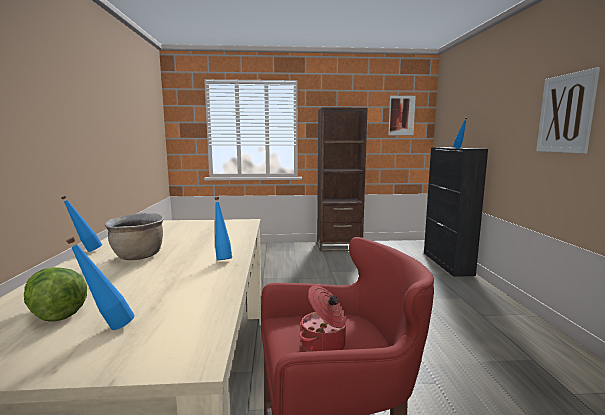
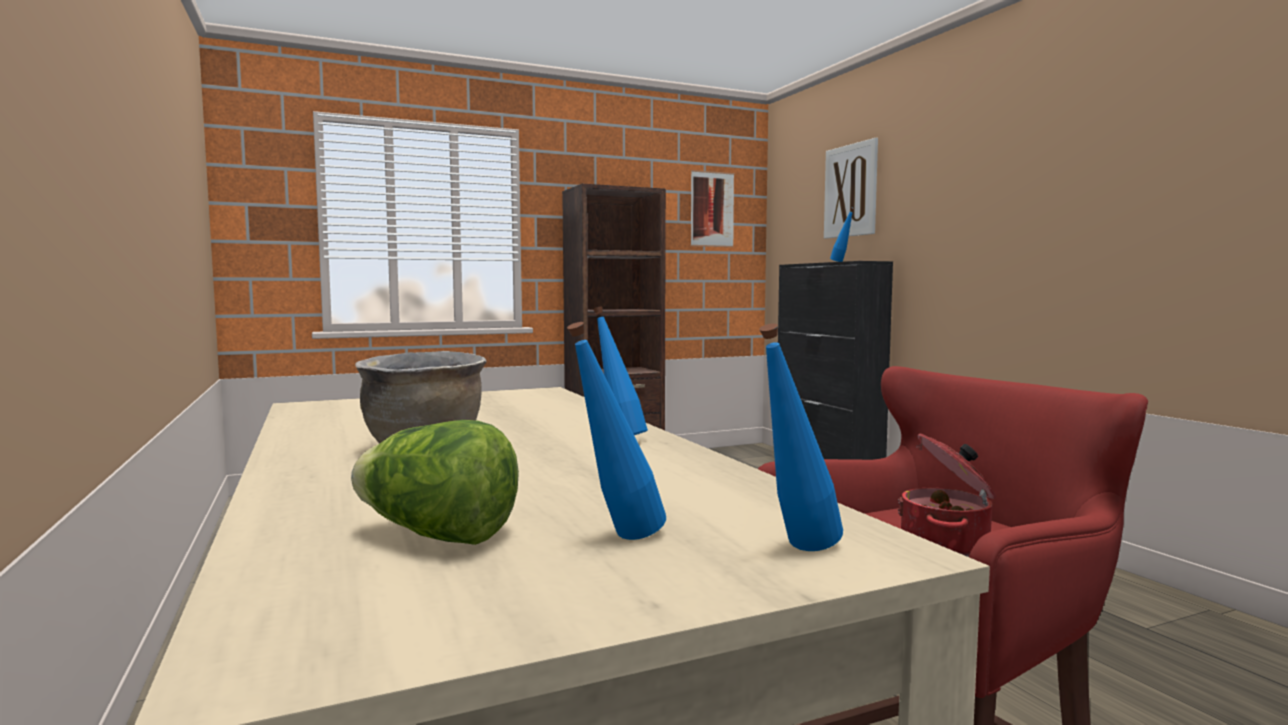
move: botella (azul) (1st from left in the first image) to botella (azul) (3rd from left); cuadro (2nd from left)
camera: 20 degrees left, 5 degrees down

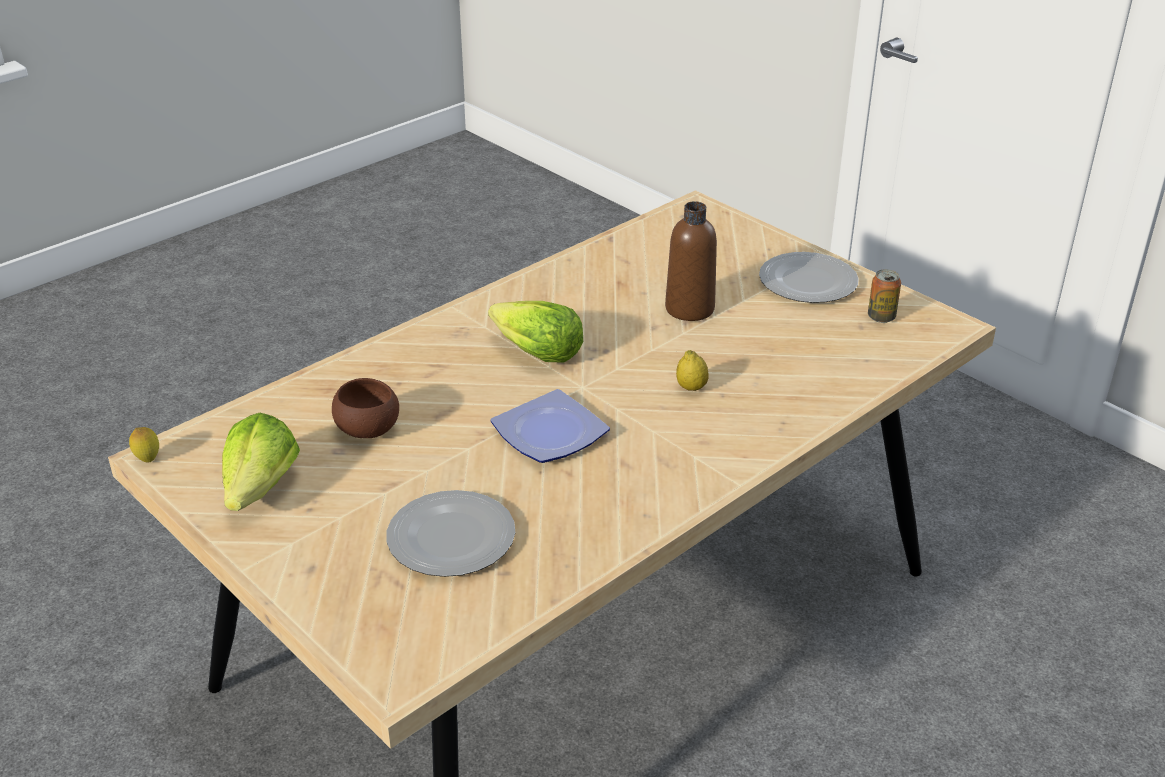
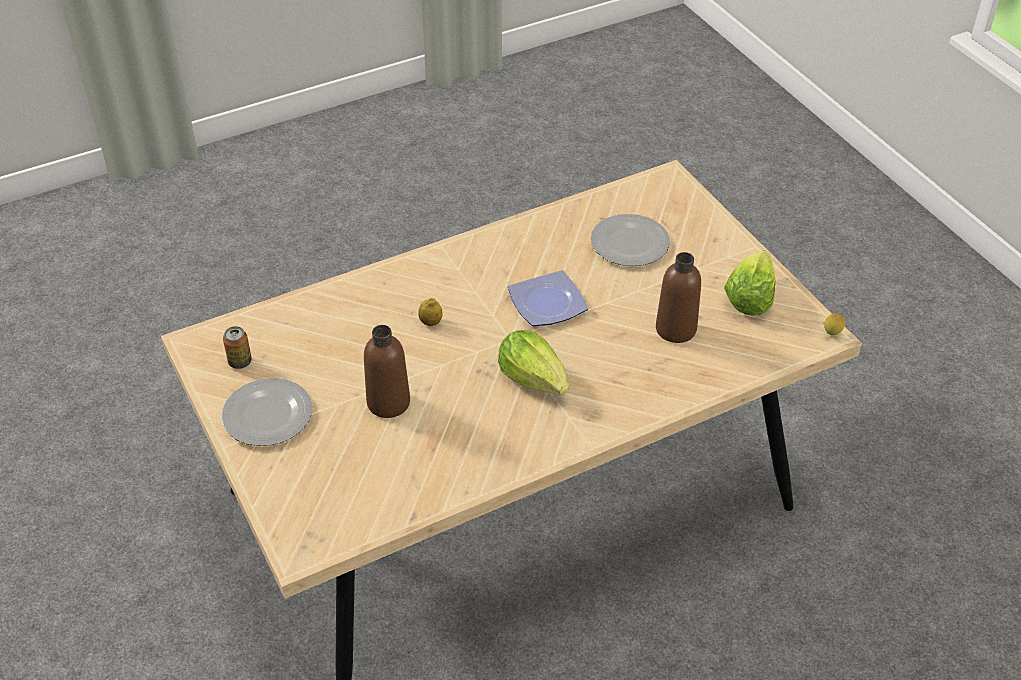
replace: cuenco (marrón) to botella (marrón) (2nd from left)
camera: 165 degrees left, 10 degrees up

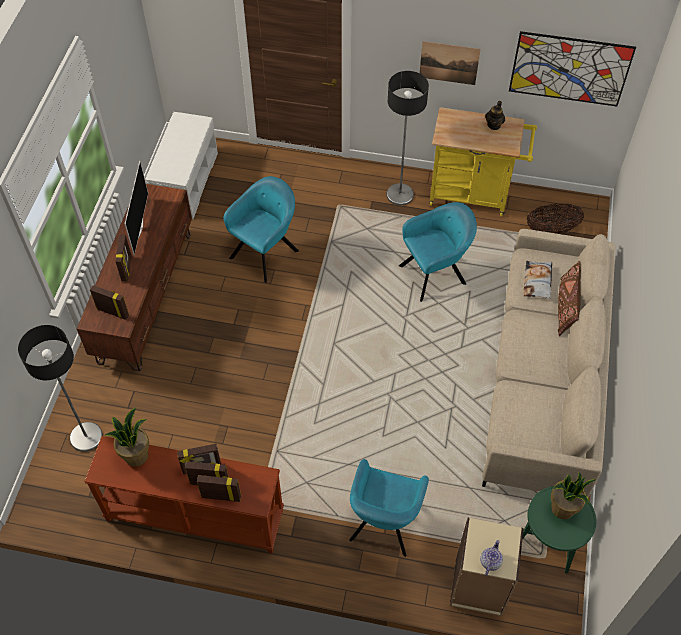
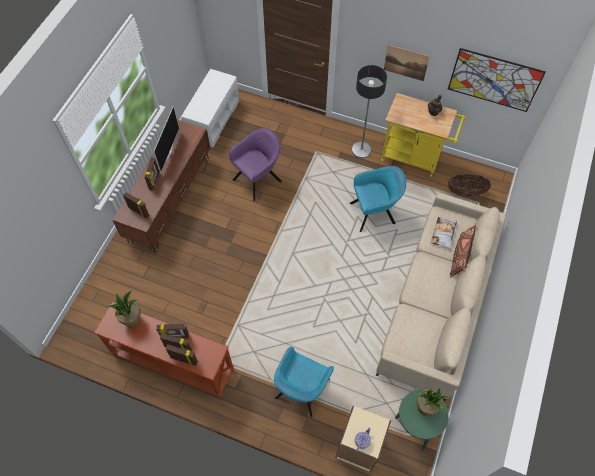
delete: lámpara de pie (1st from left)
recolor: sillón (turquesa) (1st from left) to sillón (morado)
camera: 10 degrees right, 5 degrees up

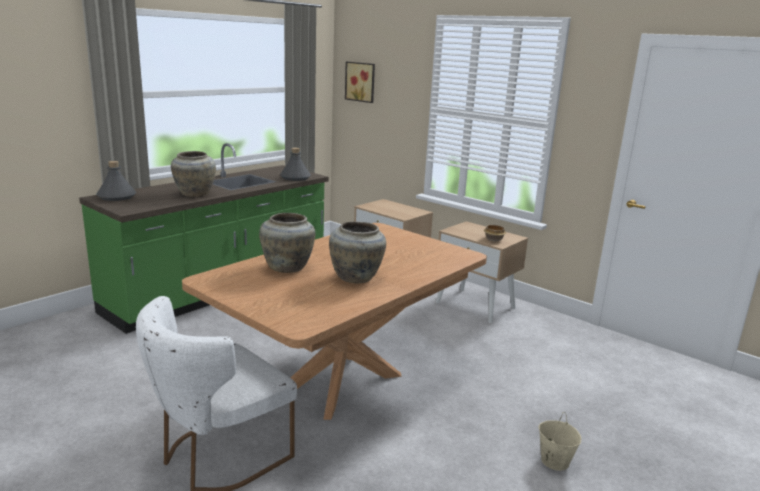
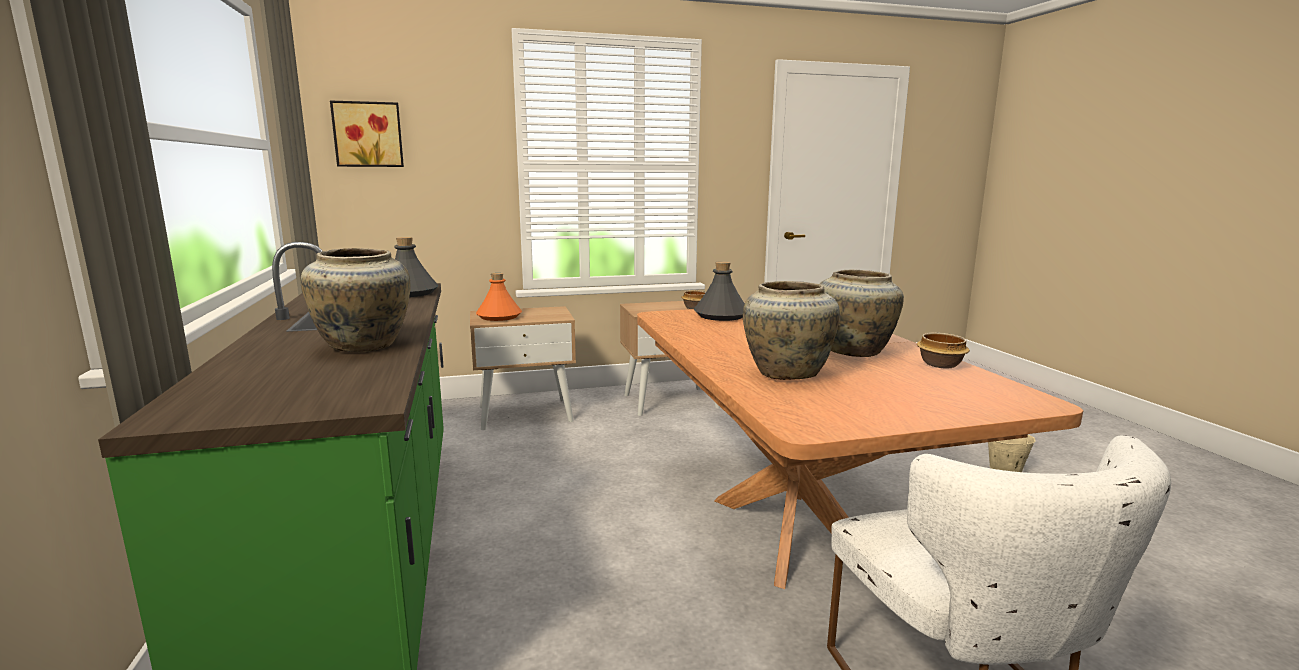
insert: botella (naranja); cuenco (2nd from left)
move: botella (gris) (1st from left in the first image) to botella (gris) (2nd from left)
camera: 55 degrees left, 5 degrees down

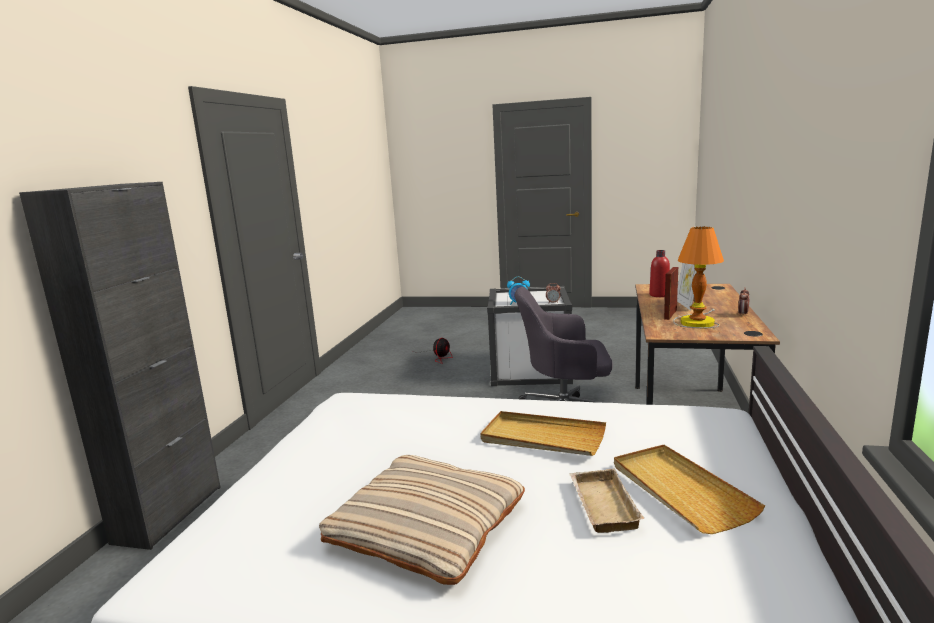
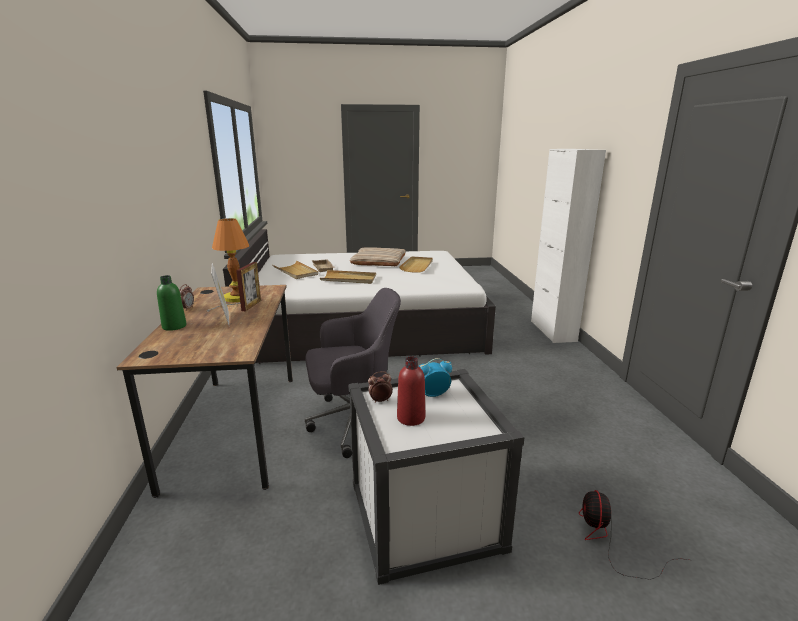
insert: botella (verde); bandeja (beis) (4th from left)
move: botella (rojo)
recolor: armario (negro) to armario (blanco)
camera: 160 degrees right, 5 degrees up

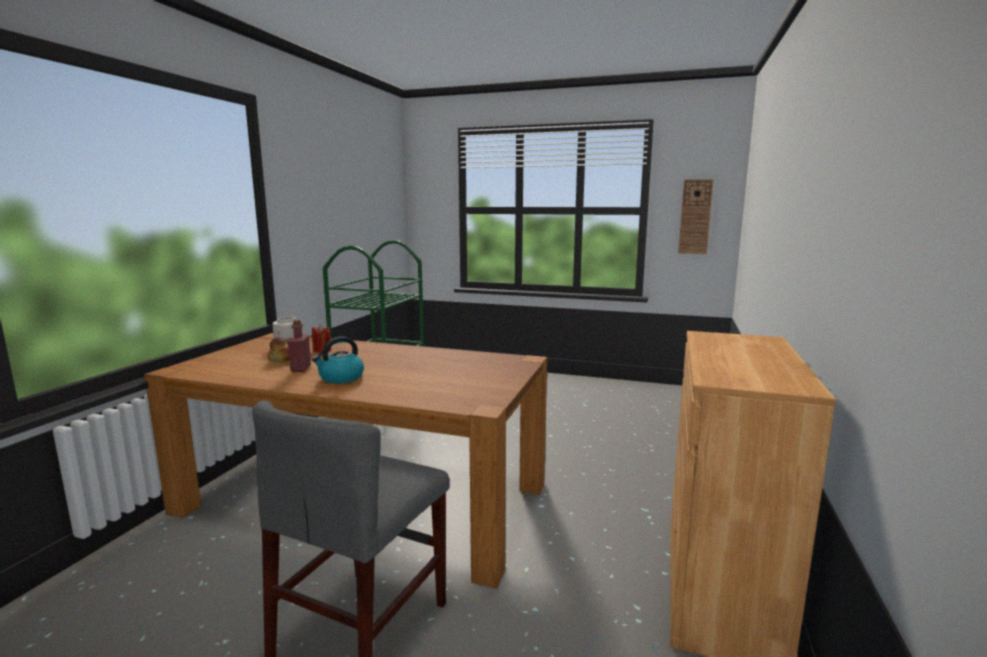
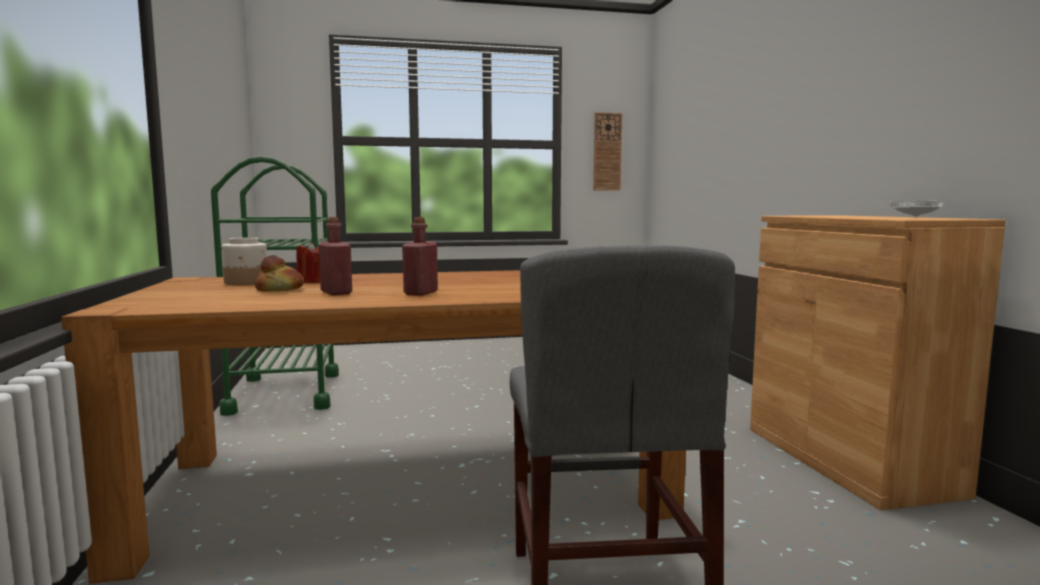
insert: plato (blanco)
replace: hervidor to botella (rojo) (2nd from left)
camera: 30 degrees left, 5 degrees down

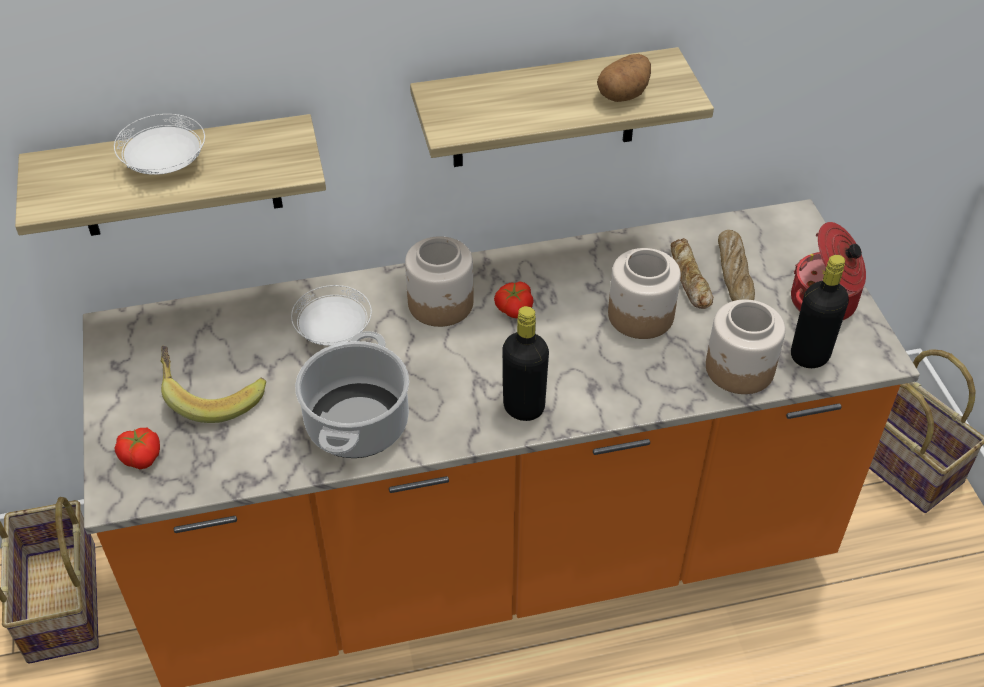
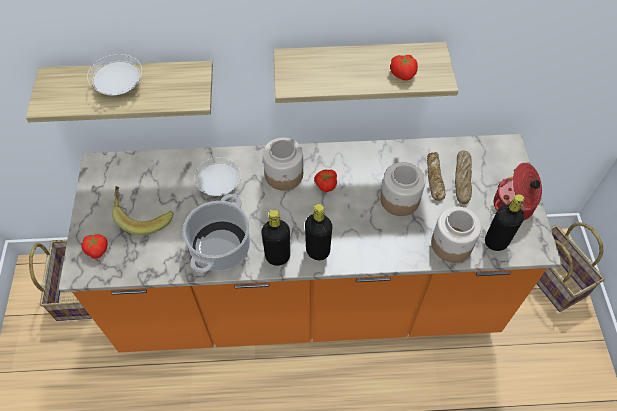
insert: botella (negro) (1st from left)
replace: patata to tomate (3rd from left)
camera: 10 degrees right, 10 degrees up

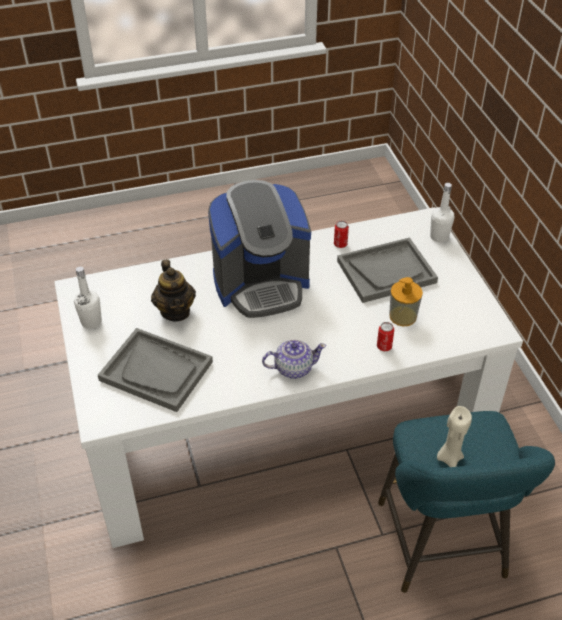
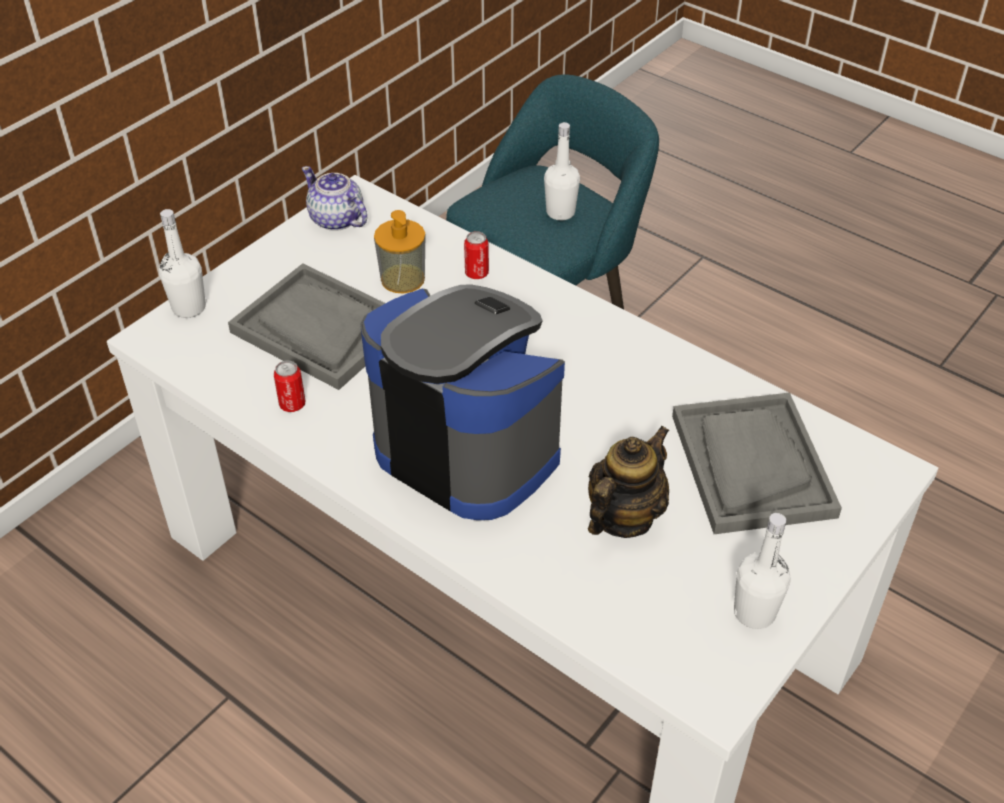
move: tetera (2nd from left in the first image) to tetera (1st from left)
replace: vela (beis) to botella (blanco) (2nd from left)
camera: 125 degrees left, 0 degrees up

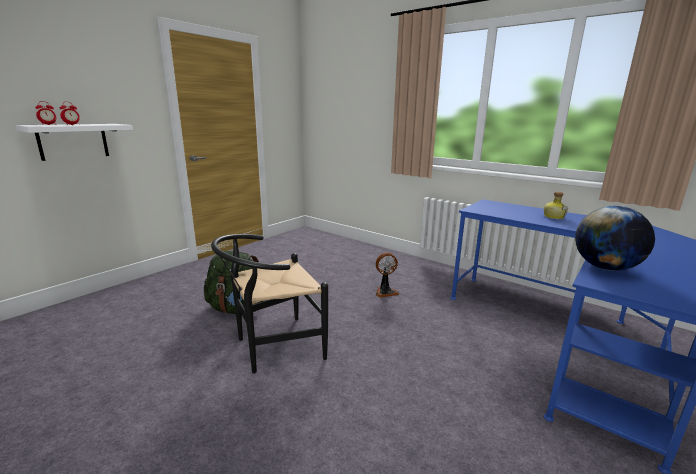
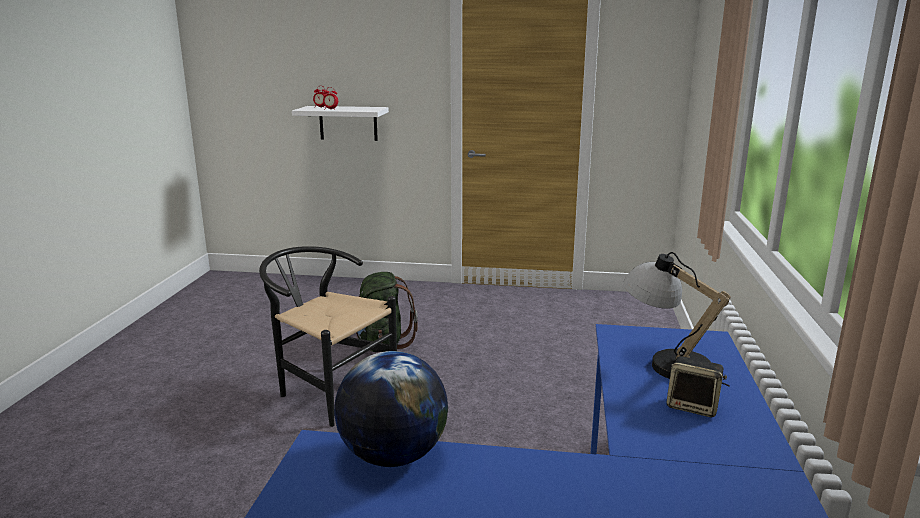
delete: ventilador
insert: lámpara de mesa
replace: botella to altavoz
camera: 60 degrees right, 0 degrees up

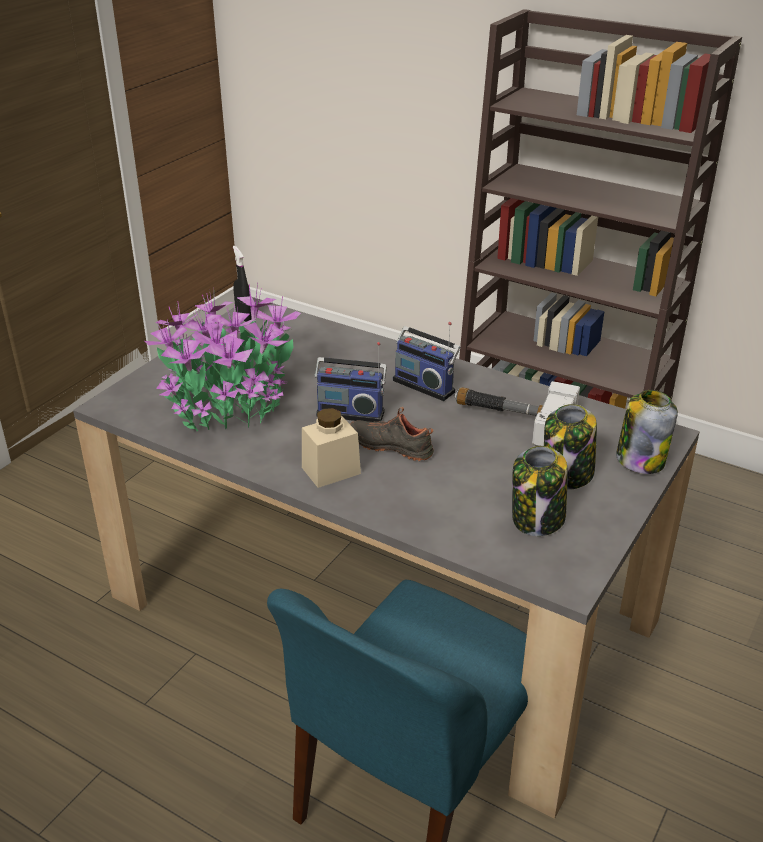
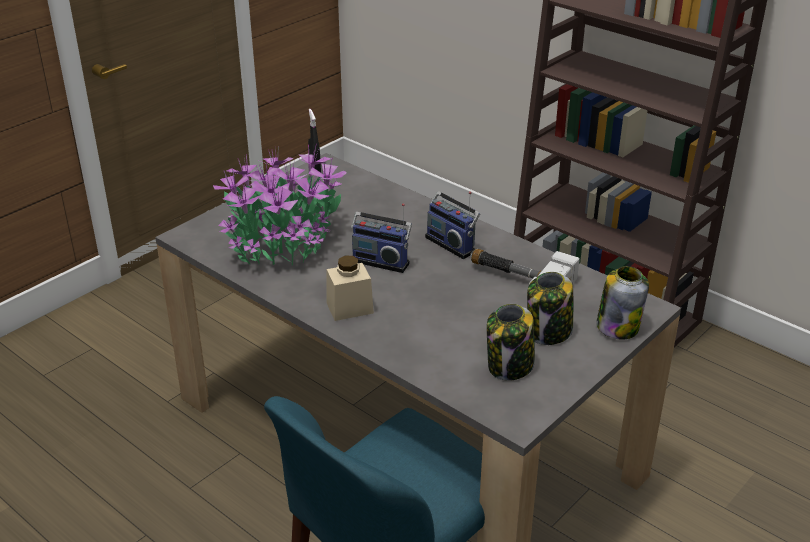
delete: zapato (negro)
camera: 10 degrees right, 0 degrees up

